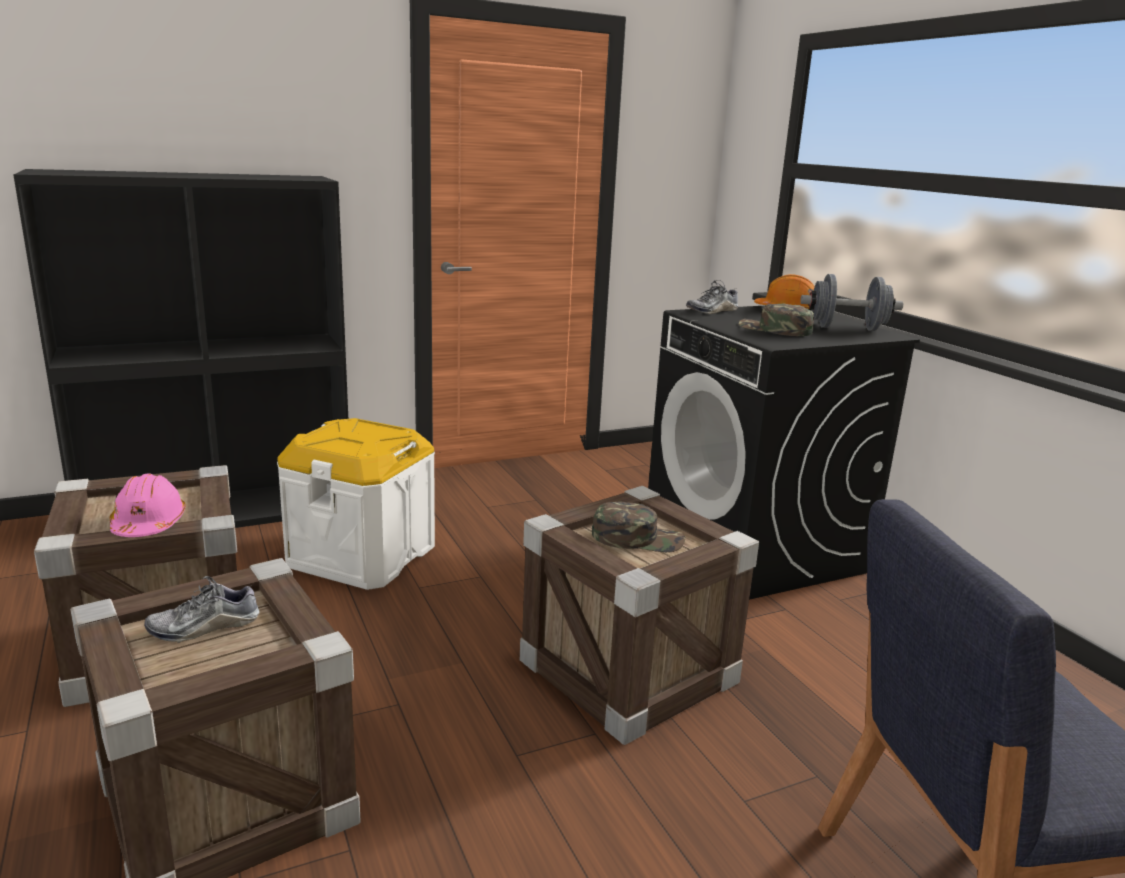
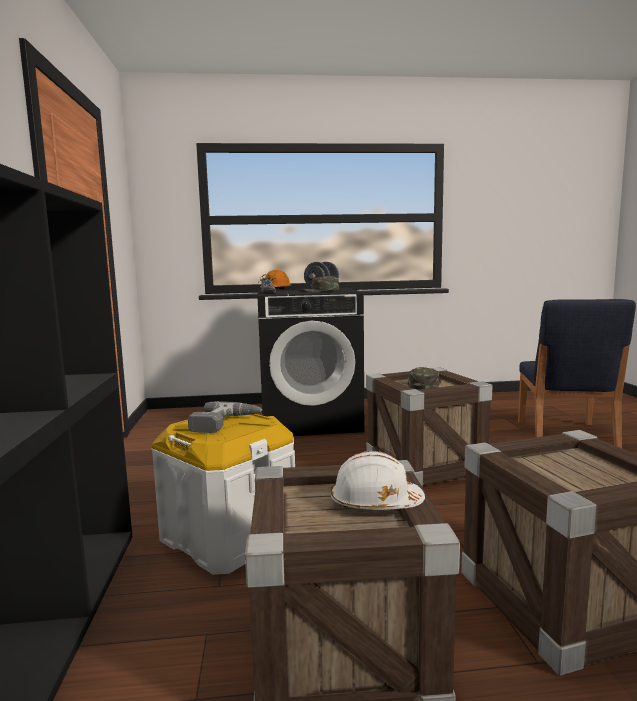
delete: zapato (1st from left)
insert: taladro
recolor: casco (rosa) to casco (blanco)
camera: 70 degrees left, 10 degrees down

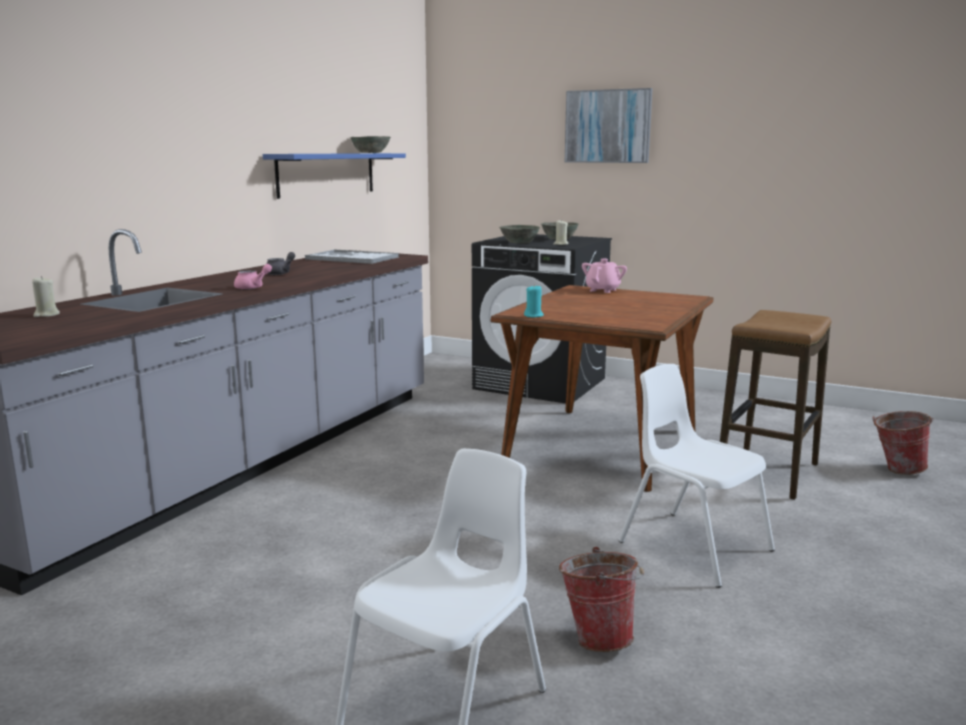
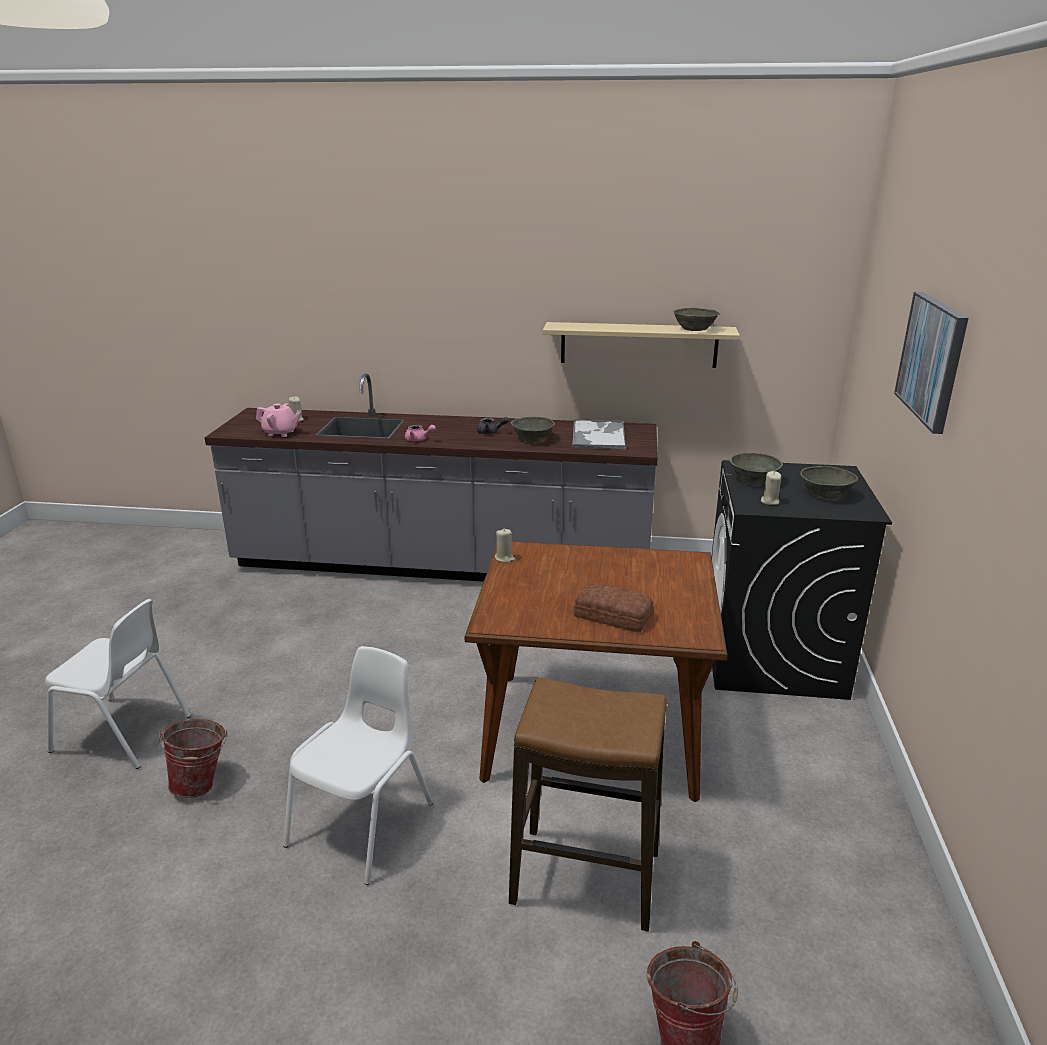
insert: cuenco (gris) (1st from left); pan
move: tetera (rosa) (2nd from left in the first image) to tetera (rosa) (1st from left)
recolor: estante (azul) to estante (beis); vela (turquesa) to vela (beis) (2nd from left)
camera: 70 degrees right, 10 degrees up

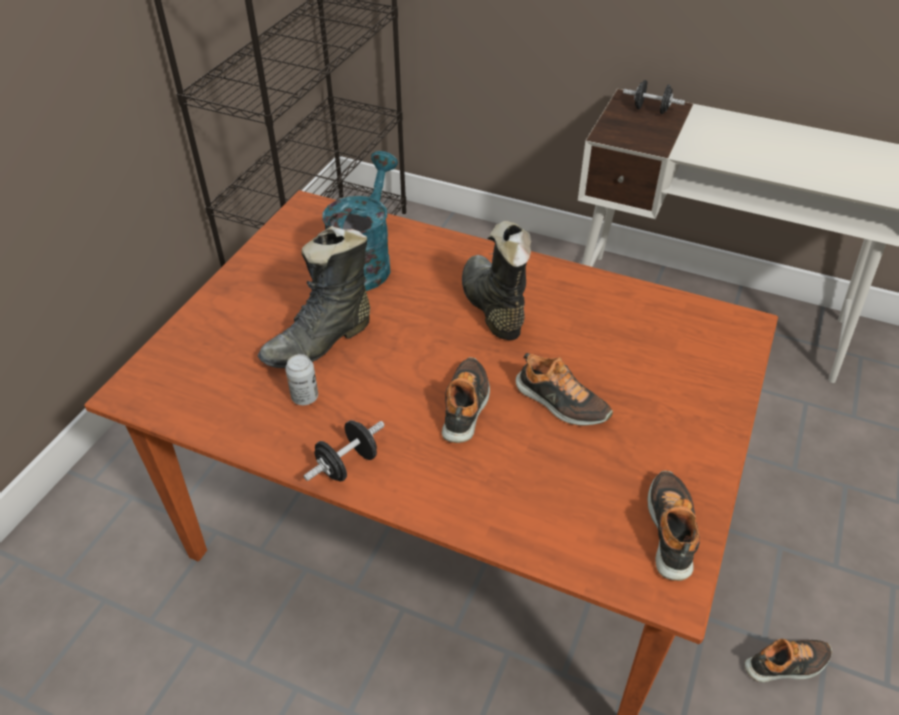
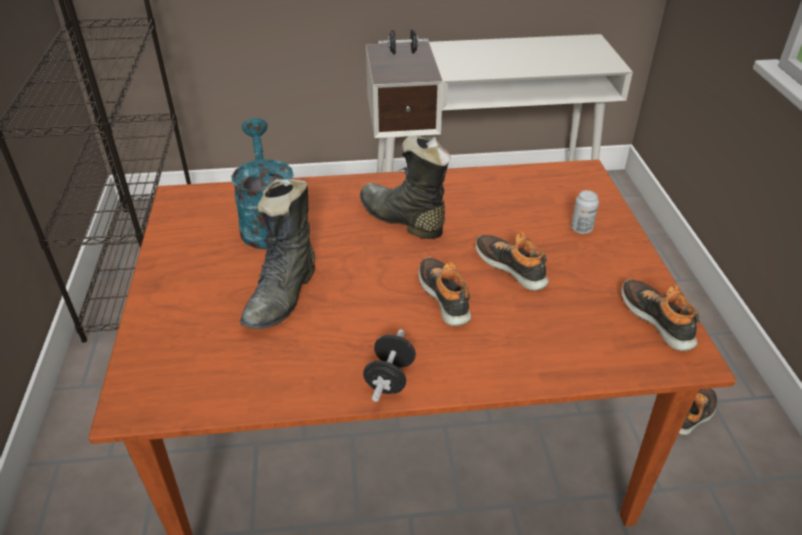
move: lata
rotate: zapato (2nd from left) 135 degrees counterclockwise
camera: 30 degrees left, 5 degrees down

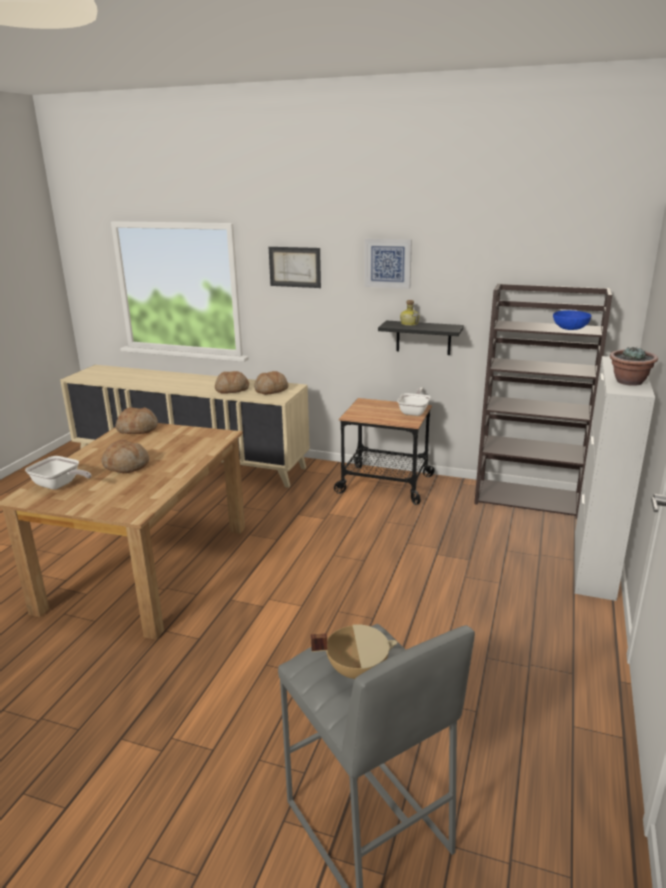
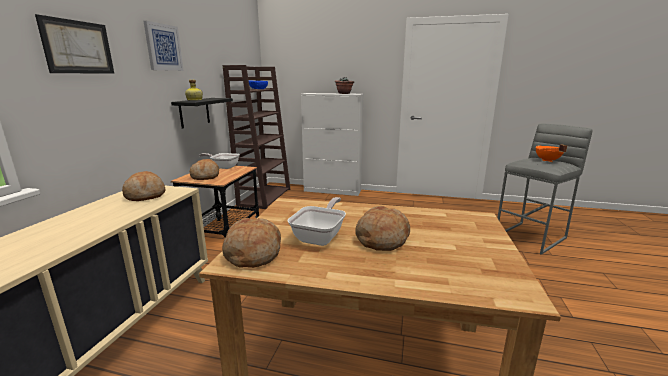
move: sartén (1st from left in the first image) to sartén (2nd from left); pan (3rd from left in the first image) to pan (2nd from left)
recolor: olla (beis) to olla (naranja)
camera: 95 degrees left, 5 degrees down

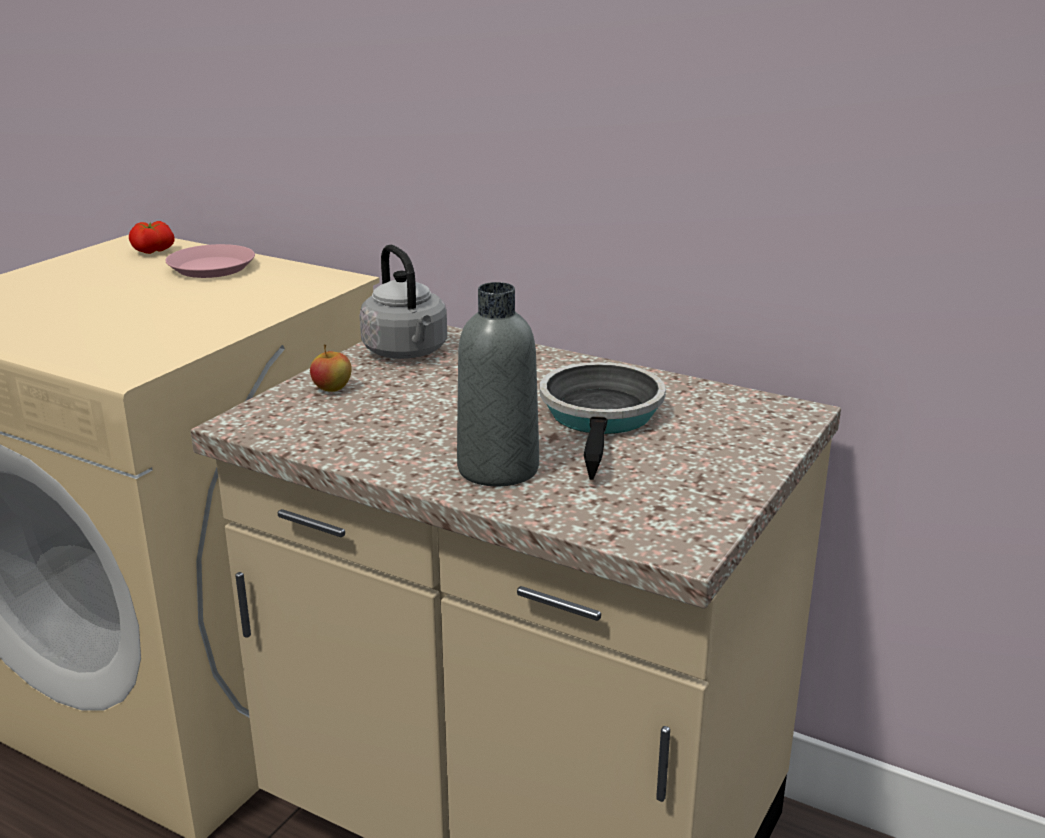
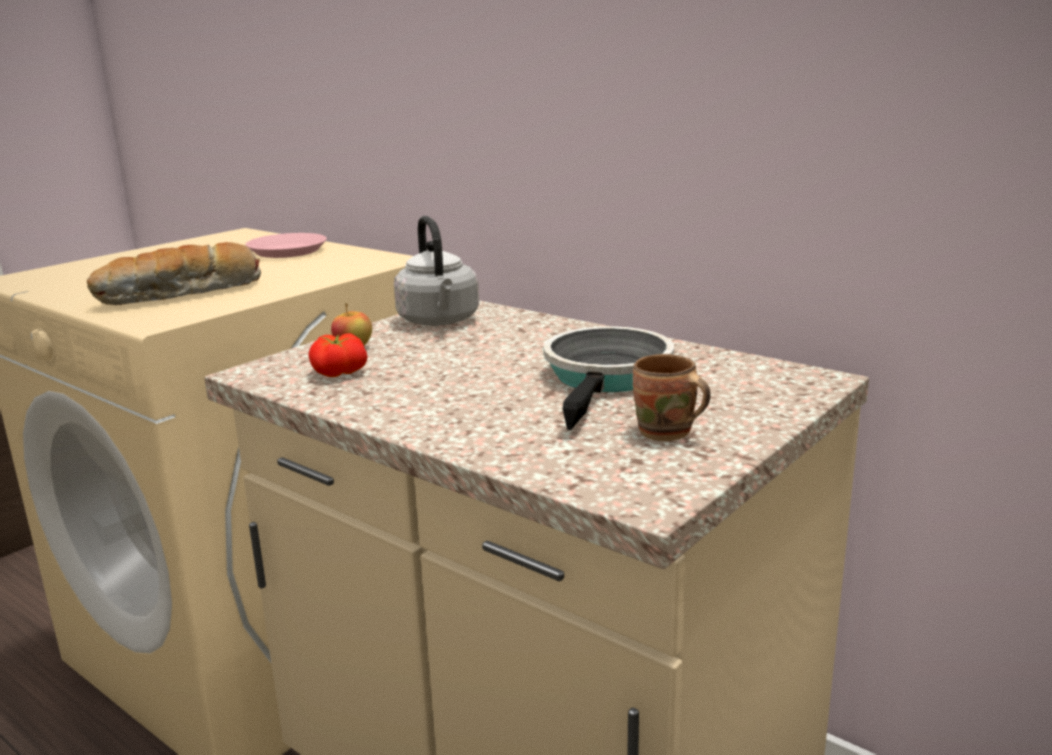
delete: botella (gris)
insert: pan; taza grande (marrón)
move: tomate
camera: 10 degrees right, 5 degrees down

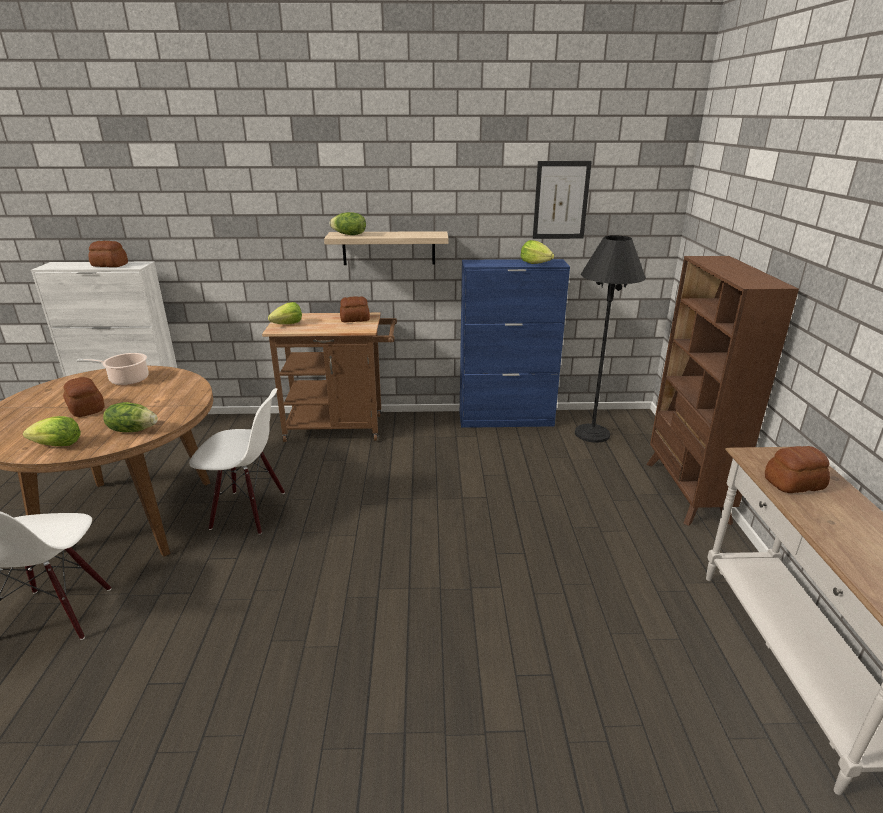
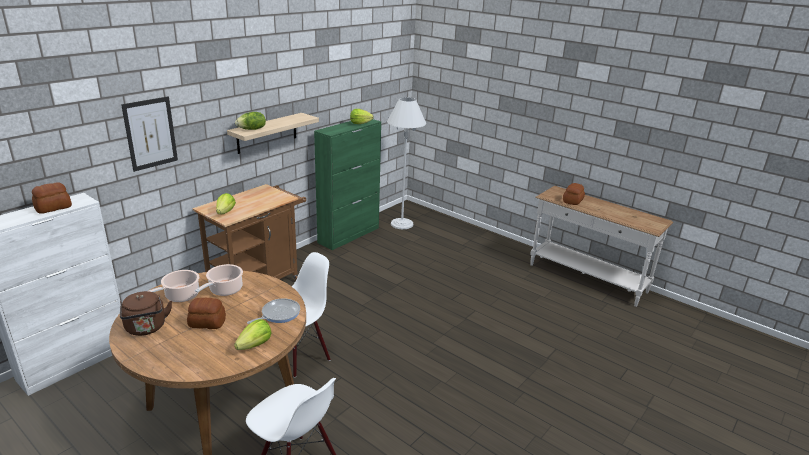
delete: pan (3rd from left); estantería (marrón)
insert: hervidor (marrón); olla (2nd from left)
move: cuadro
replace: lechuga (2nd from left) to sartén
recolor: armario (azul) to armario (verde); lámpara de pie (negro) to lámpara de pie (blanco)
camera: 50 degrees left, 0 degrees up

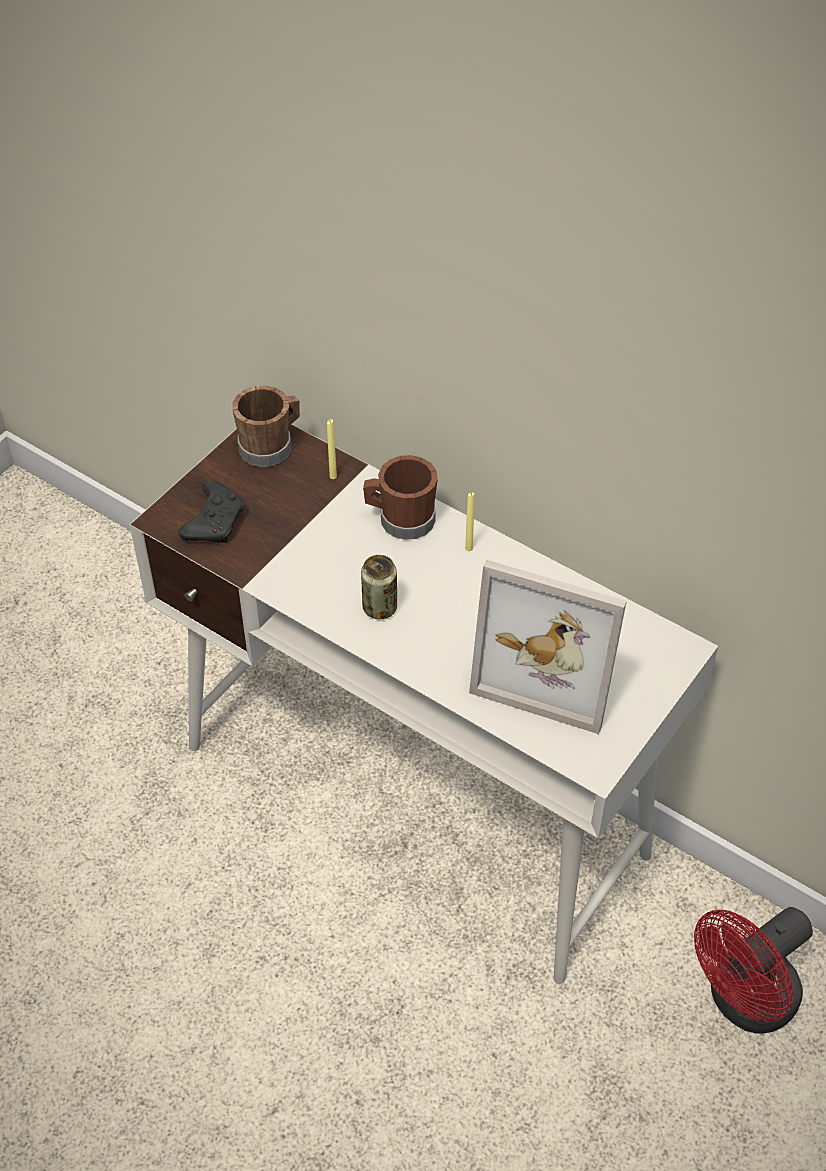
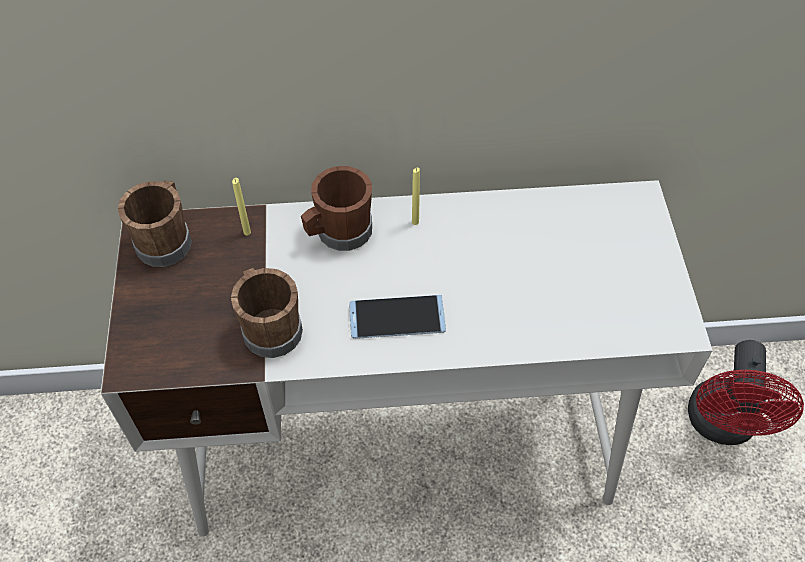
delete: mando de consola (negro); portarretratos
insert: taza grande (marrón) (2nd from left)
replace: lata to móvil
camera: 40 degrees left, 5 degrees up

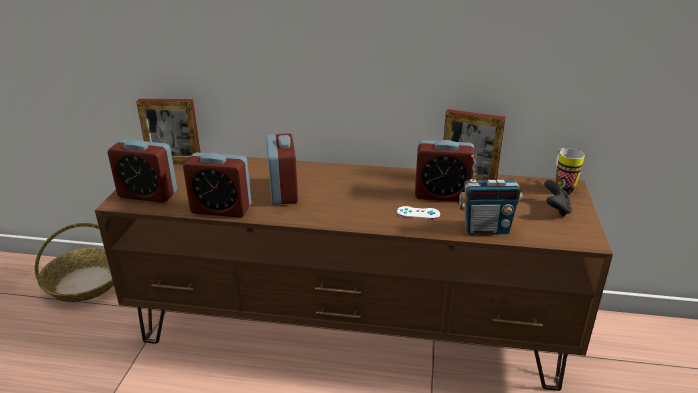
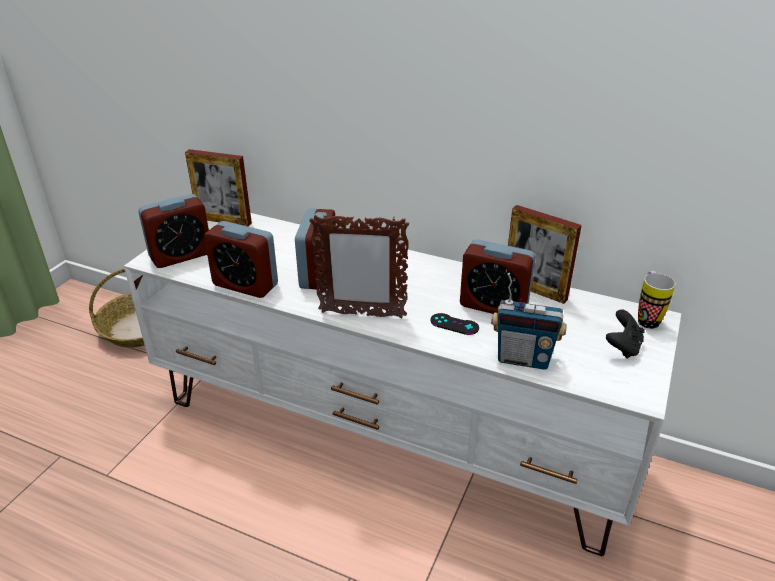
insert: portarretratos (2nd from left)
recolor: mueble de televisión (marrón) to mueble de televisión (blanco); mando de consola (blanco) to mando de consola (negro) (1st from left)
rotate: despertador (1st from left) 60 degrees counterclockwise
camera: 15 degrees right, 5 degrees up

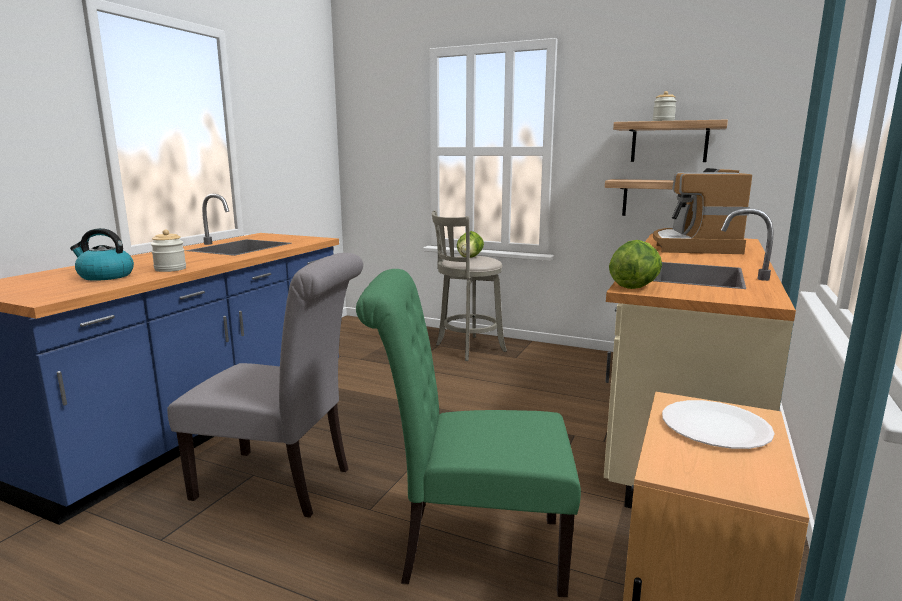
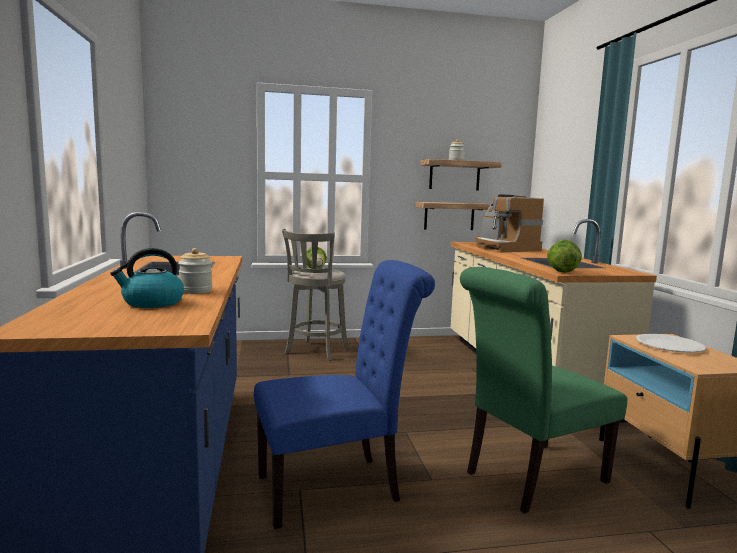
recolor: silla (gris) to silla (azul)
camera: 35 degrees left, 5 degrees down

